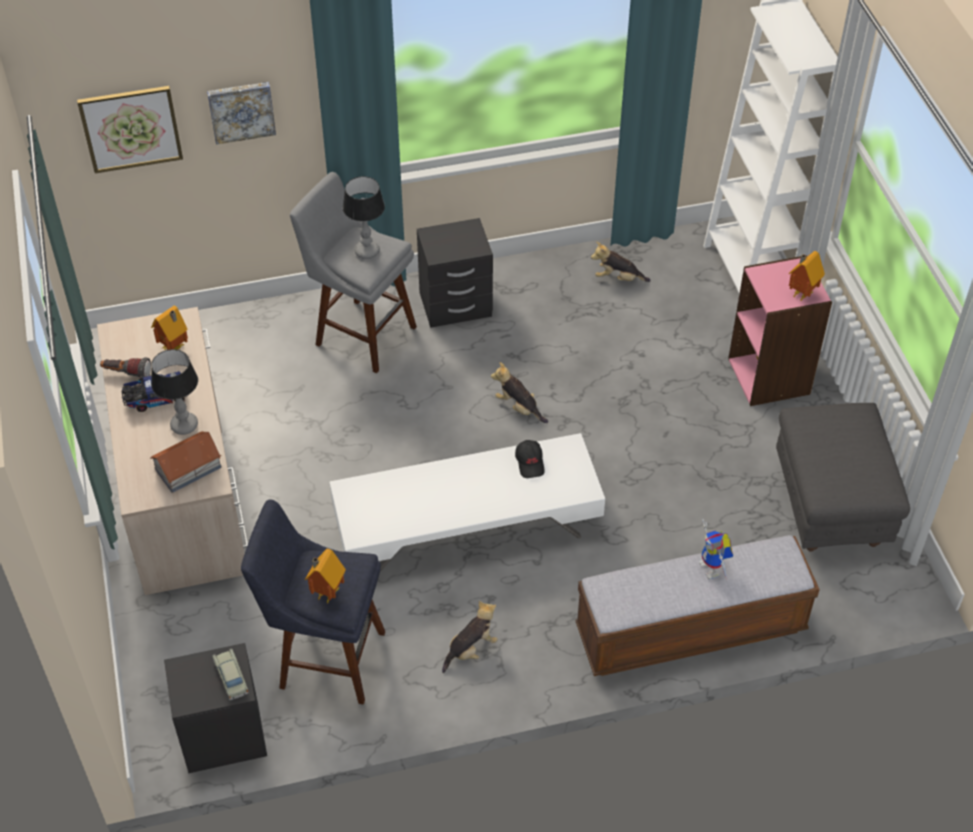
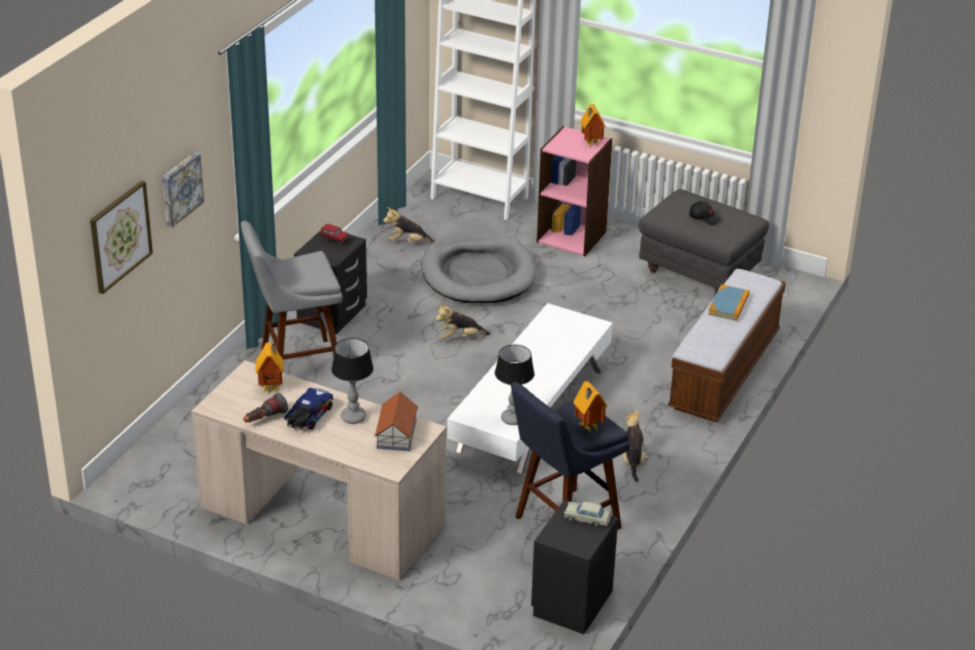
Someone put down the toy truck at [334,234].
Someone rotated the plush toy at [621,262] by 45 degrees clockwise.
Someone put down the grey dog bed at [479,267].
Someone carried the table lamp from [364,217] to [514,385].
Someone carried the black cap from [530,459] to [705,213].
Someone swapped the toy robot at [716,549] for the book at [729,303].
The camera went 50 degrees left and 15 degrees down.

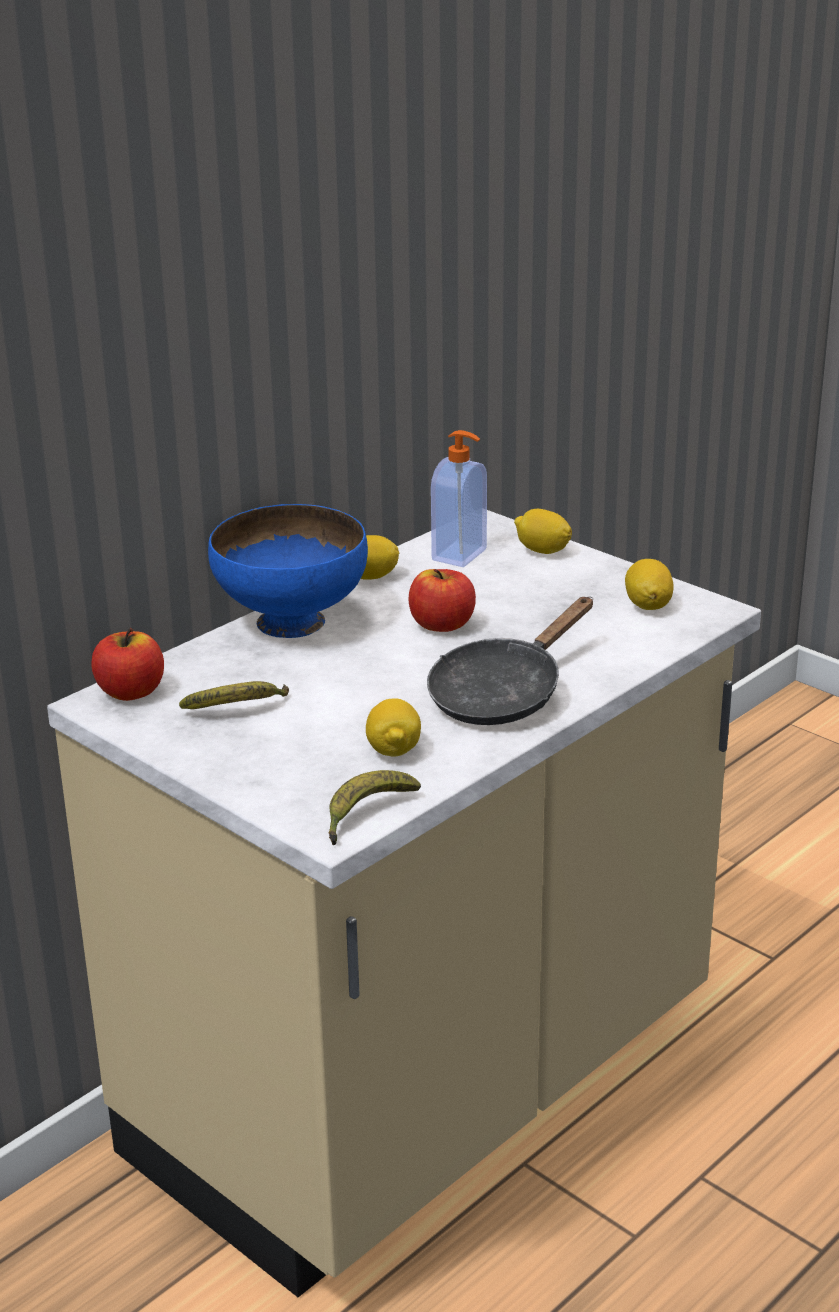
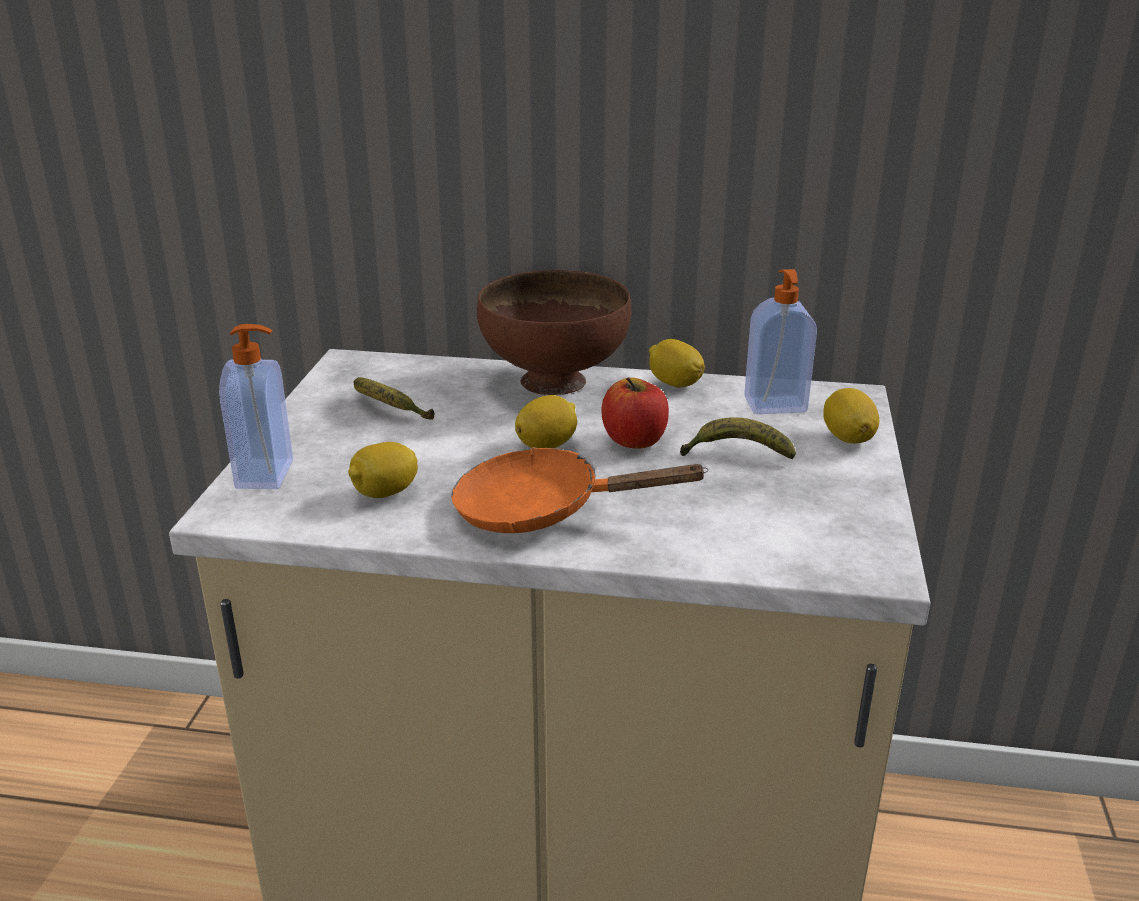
Someone put down the soap dispenser at [256,406].
Someone repainted the black frying pan at [510,661], which became the orange frying pan at [579,490].
Someone repainted the blue bowl at [288,571], which became the brown bowl at [554,332].
Someone carried the lemon from [649,584] to [546,421].
Someone carried the banana from [374,807] to [738,438].
Someone took away the apple at [127,664].
The camera went 55 degrees right and 0 degrees up.

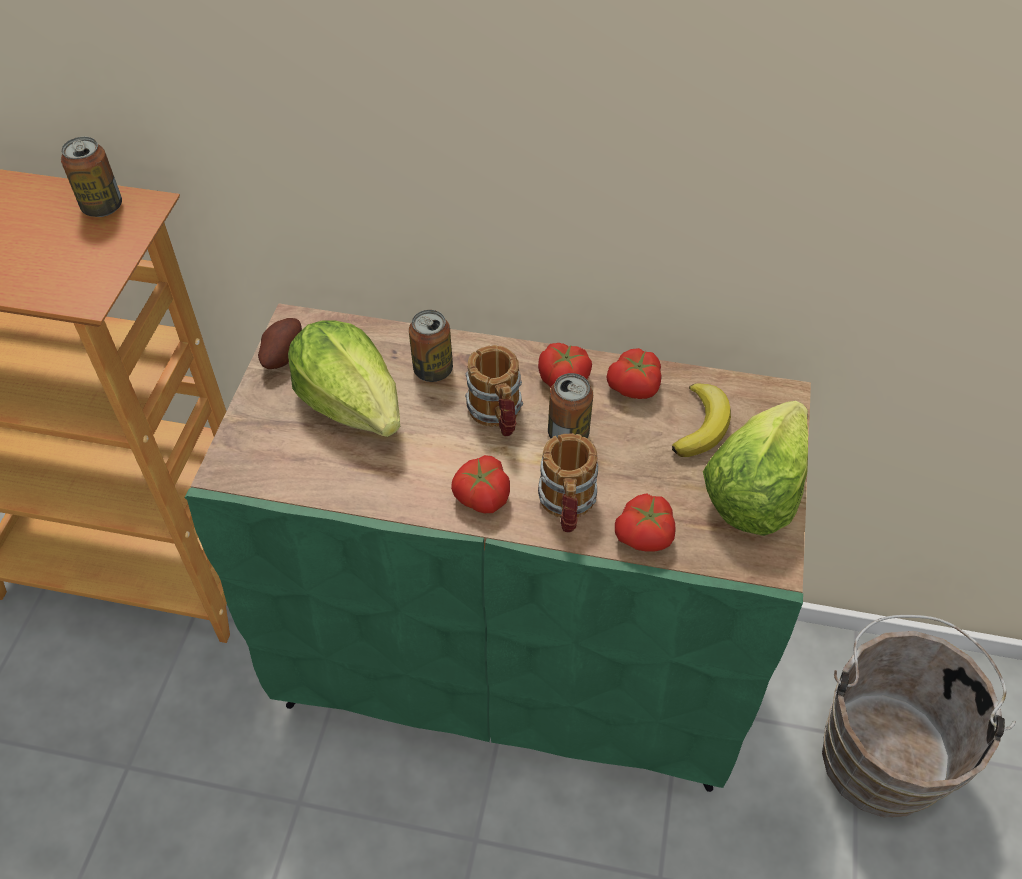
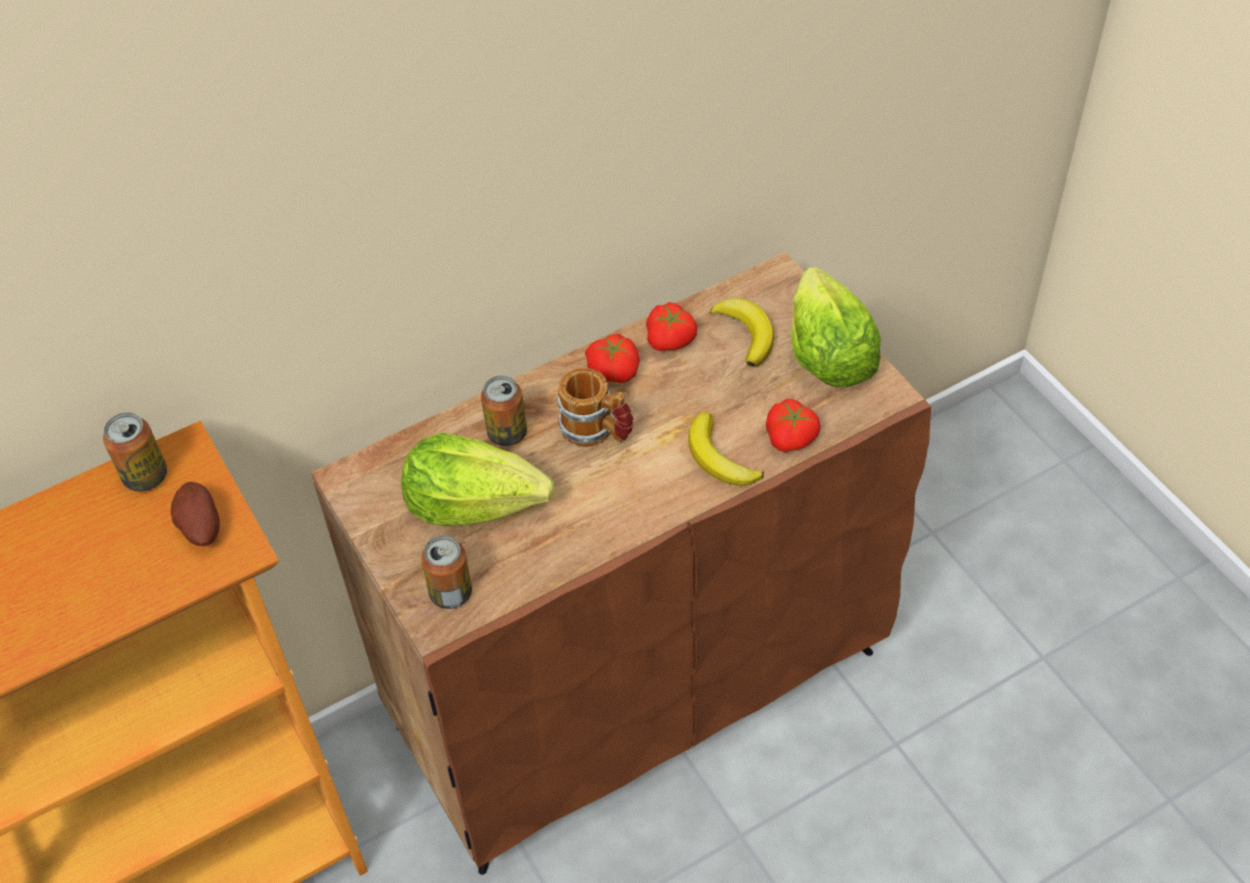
Someone carried the potato from [280,343] to [195,514].
Someone repainted the green cabinet at [498,547], which became the brown cabinet at [621,563].
Someone carried the can from [570,405] to [446,572].
Someone swapped the mug at [568,482] for the banana at [726,449].
Someone took away the tomato at [480,484].
Someone took away the brown bucket at [919,716].
The camera went 40 degrees left and 0 degrees up.

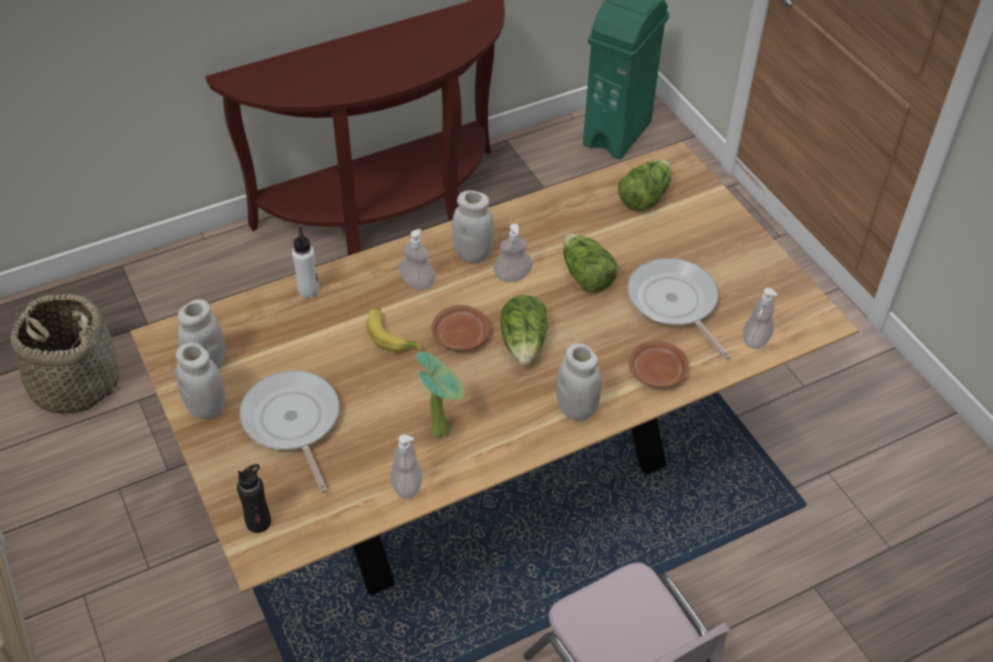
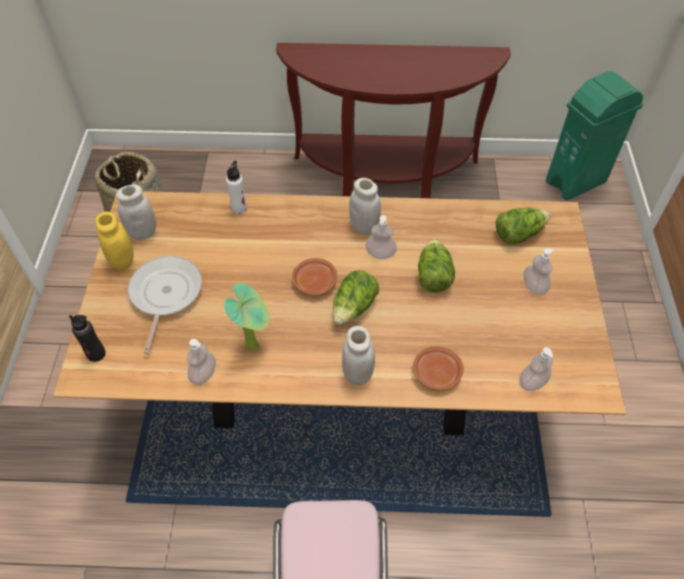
Someone repainted the white jar at [200,380], which became the yellow jar at [114,241].
Someone carried the soap dispenser from [417,259] to [539,272].
Someone took away the banana at [394,330].
Someone took away the frying pan at [679,309].
The camera went 30 degrees right and 5 degrees up.

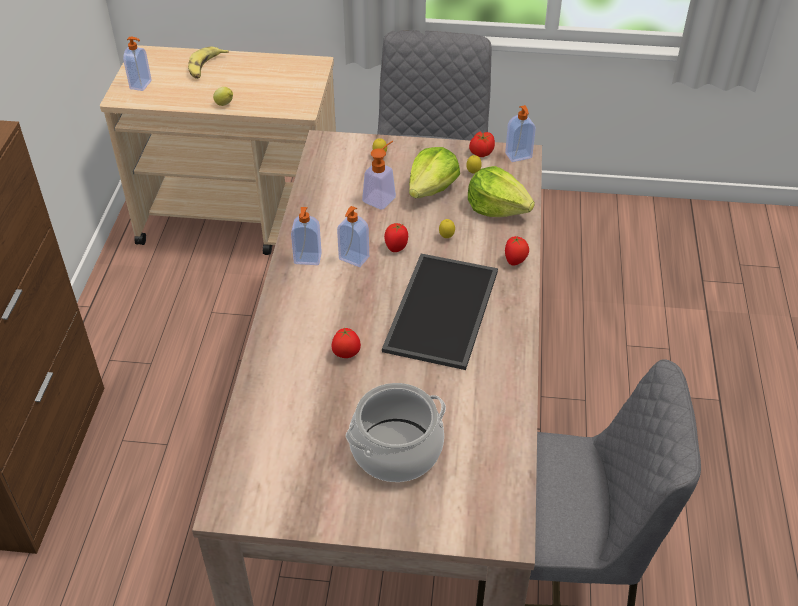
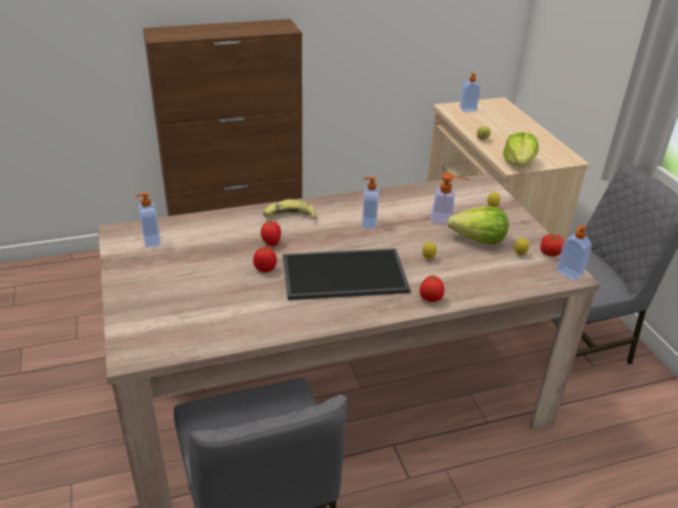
Someone carried the soap dispenser from [306,236] to [148,220].
Someone carried the tomato from [396,237] to [265,259].
Someone carried the banana from [208,62] to [289,209].
Someone carried the lettuce from [501,191] to [521,149].
Someone took away the cooking pot at [396,432].
The camera went 65 degrees right and 10 degrees down.

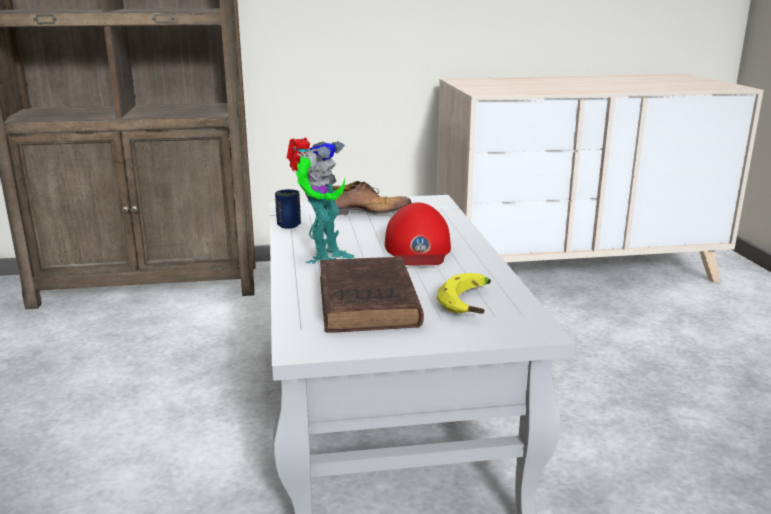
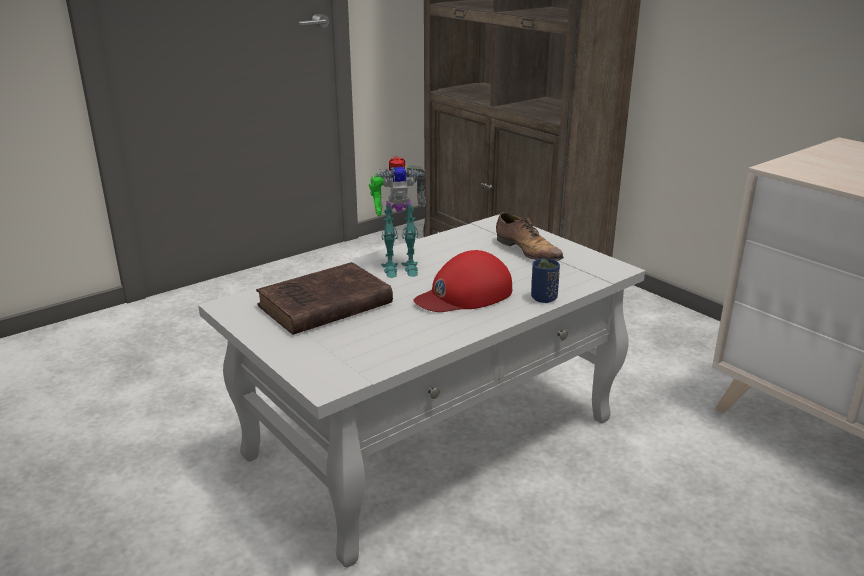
Someone carried the blue cup from [288,209] to [545,280].
Someone took away the banana at [464,293].
The camera went 60 degrees right and 5 degrees up.

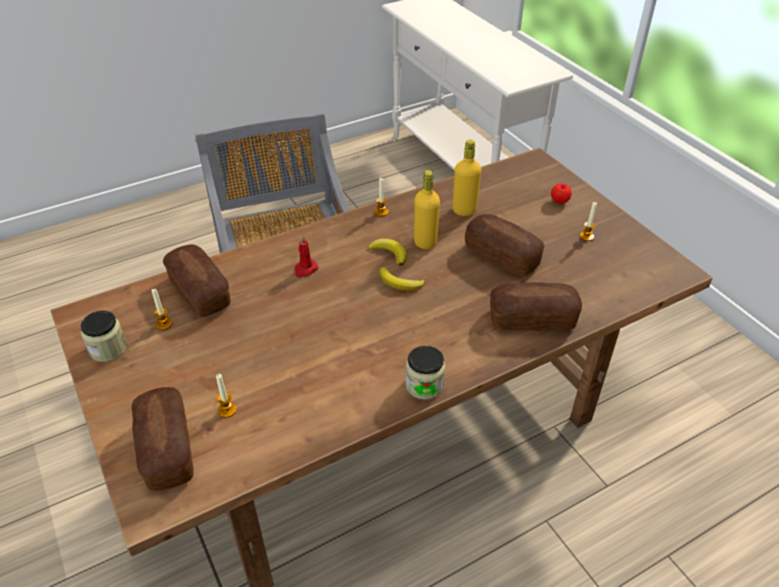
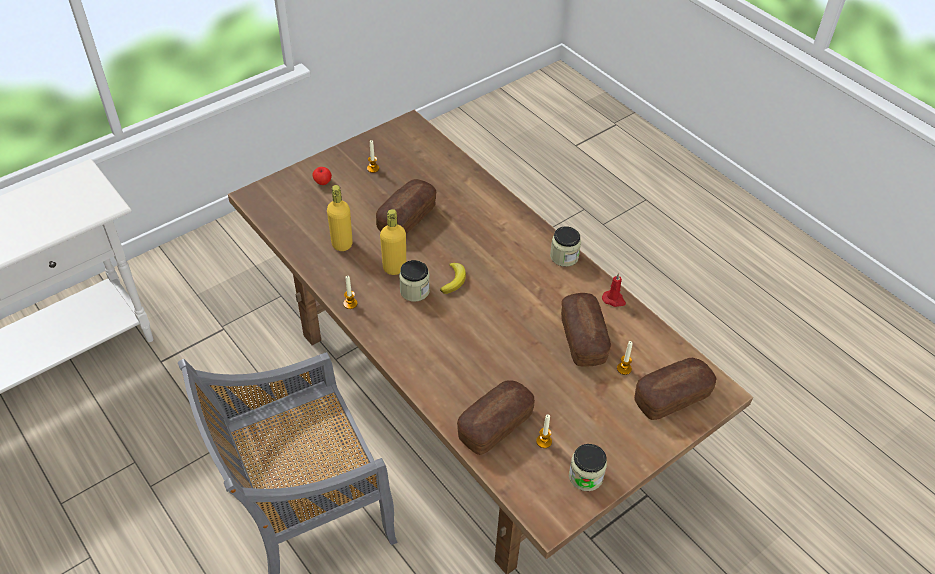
Someone swapped the banana at [387,252] for the jar at [414,281].
Someone carried the bread from [536,306] to [586,330].
Someone carried the red candle from [306,256] to [614,290].
The camera went 100 degrees left and 5 degrees up.

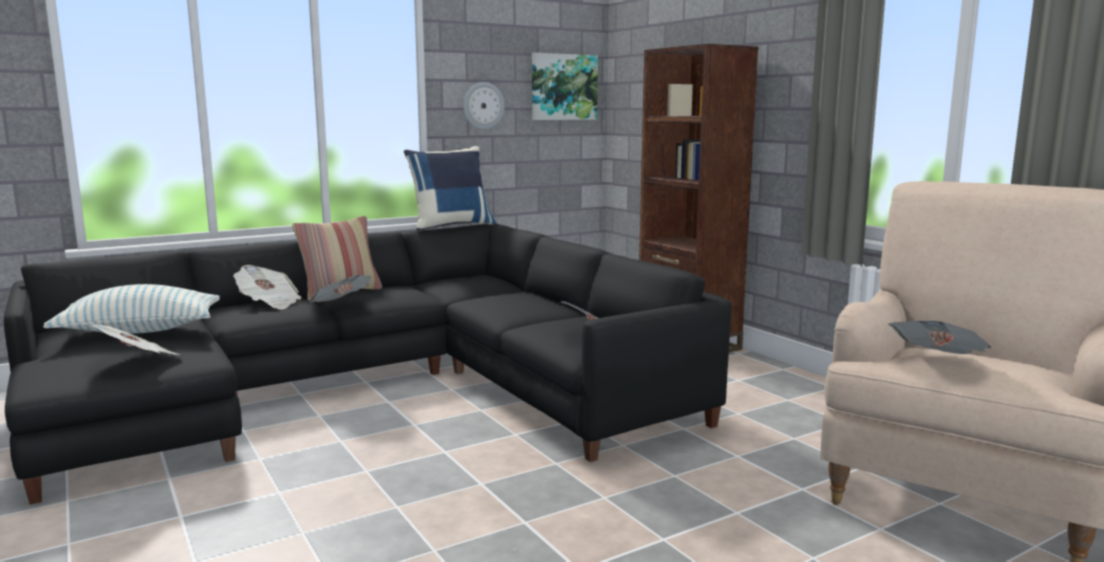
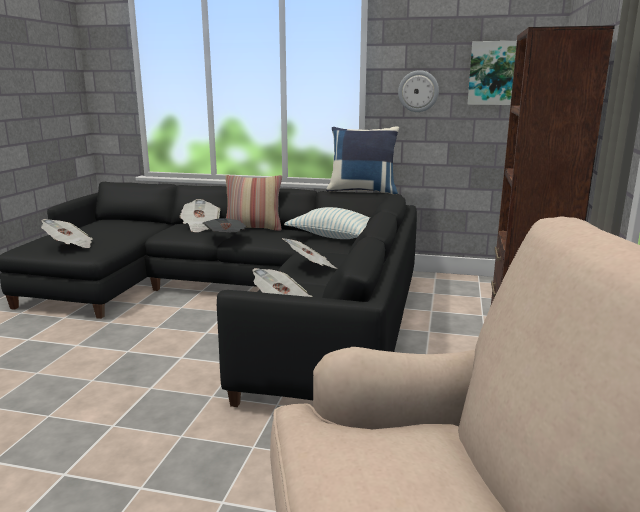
Someone carried the newspaper from [939,337] to [309,253].
Someone carried the pillow from [131,309] to [327,223].
The camera went 45 degrees right and 5 degrees up.

